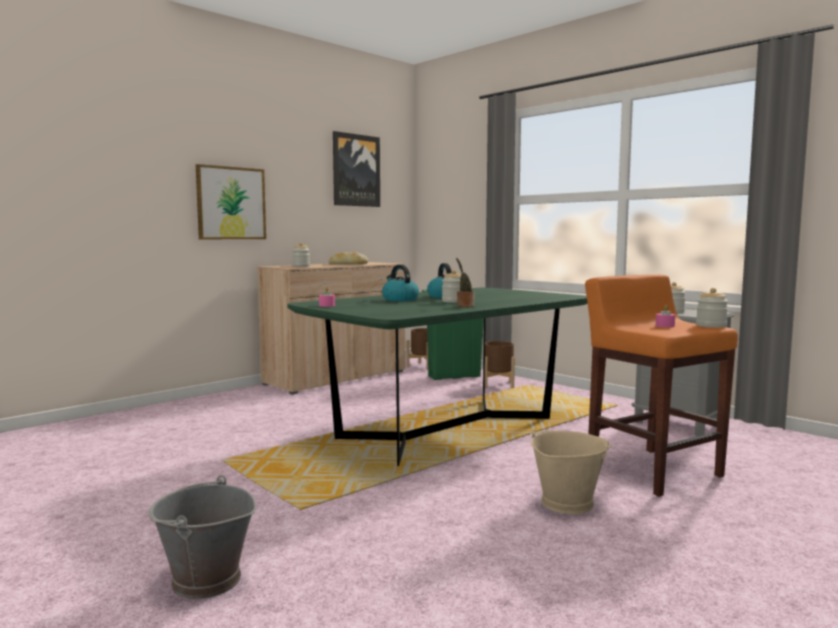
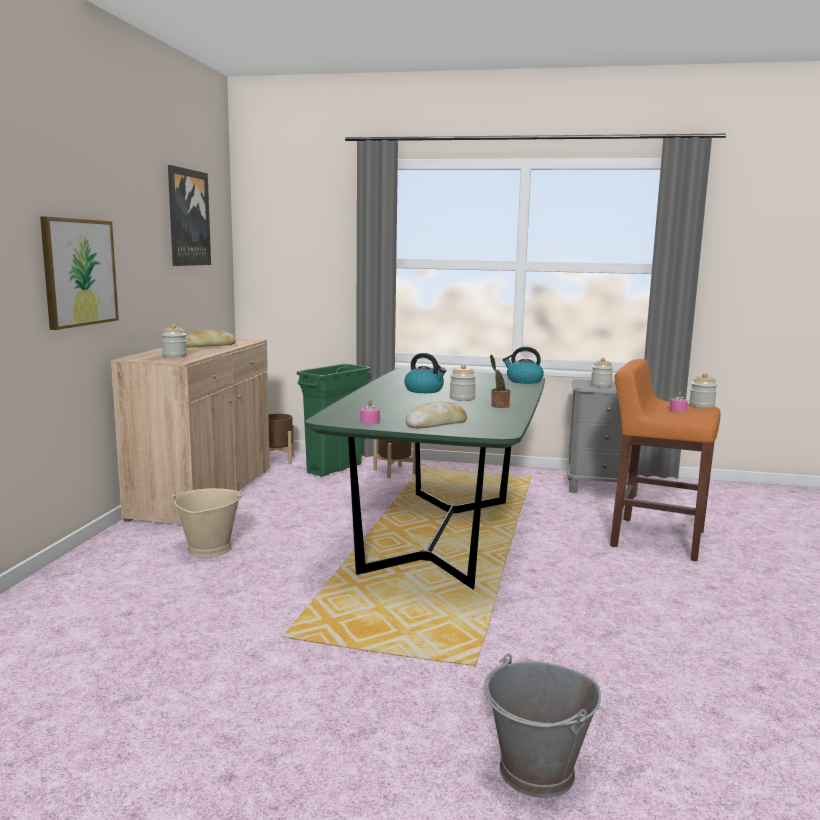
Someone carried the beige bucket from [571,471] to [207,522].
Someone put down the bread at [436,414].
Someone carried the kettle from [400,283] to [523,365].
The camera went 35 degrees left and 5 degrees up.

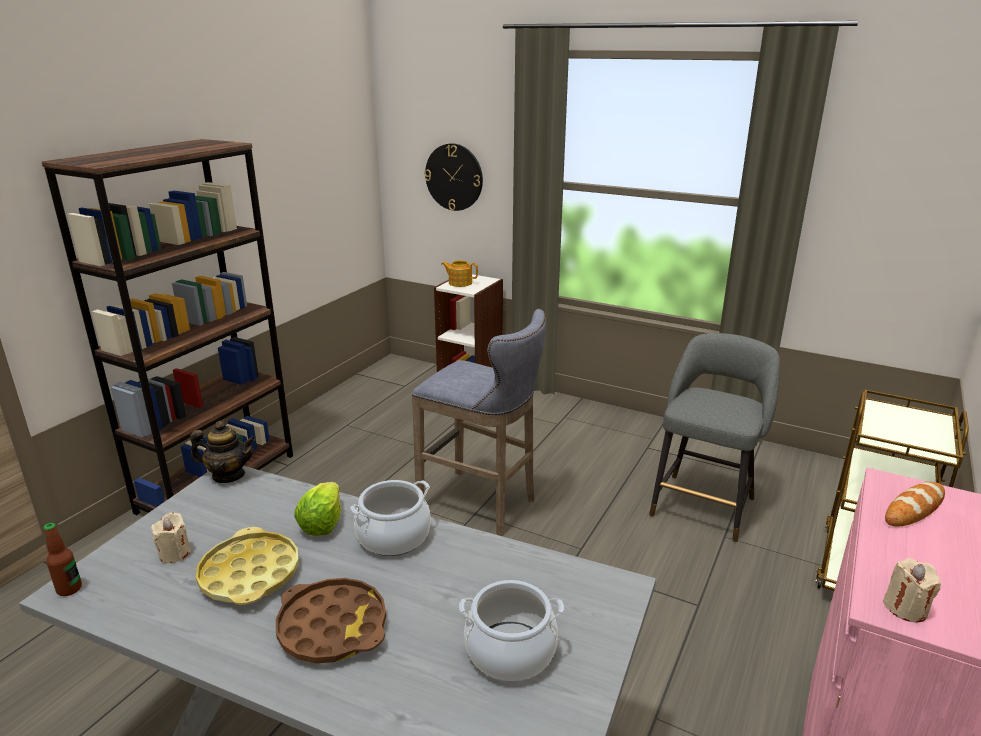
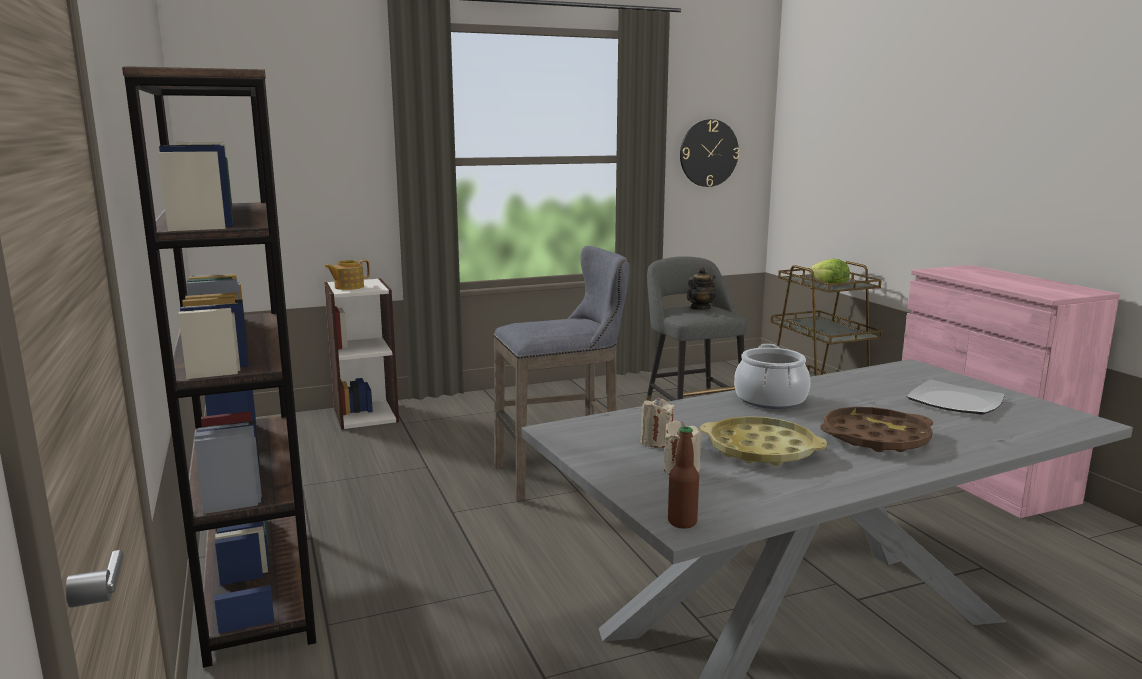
Someone carried the beige candle from [912,590] to [657,422].
Someone carried the wall clock from [453,177] to [709,153].
Someone carried the teapot from [223,452] to [701,288].
Someone carried the lettuce from [317,509] to [829,272].
Someone swapped the cooking pot at [511,630] for the plate at [955,397].
Someone took away the bread at [915,504].
The camera went 50 degrees left and 10 degrees down.

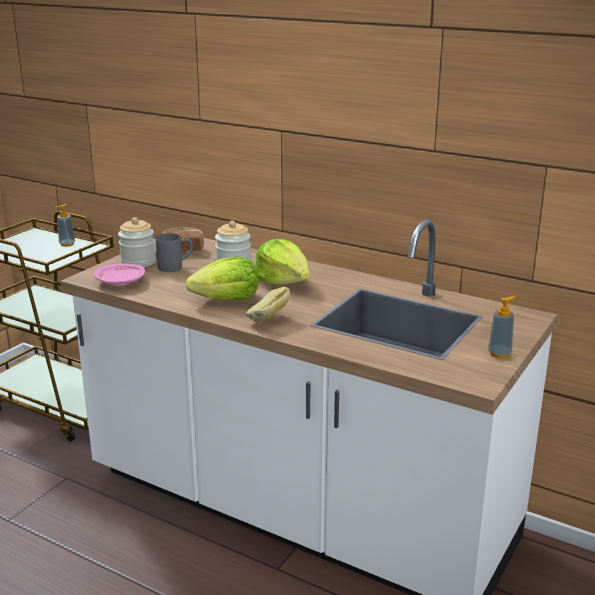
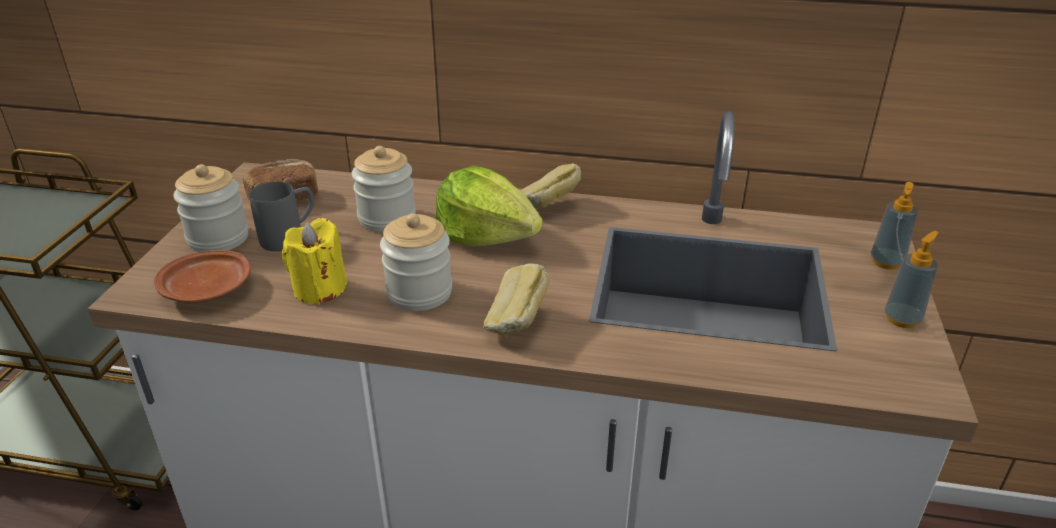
Someone repainted the pink plate at [119,275], which became the brown plate at [202,276].
Someone put down the yellow candle at [314,261].
Someone swapped the lettuce at [222,278] for the jar at [416,262].
Someone put down the bread at [550,186].
Someone carried the soap dispenser from [65,225] to [894,226].
The camera went 20 degrees left and 10 degrees up.

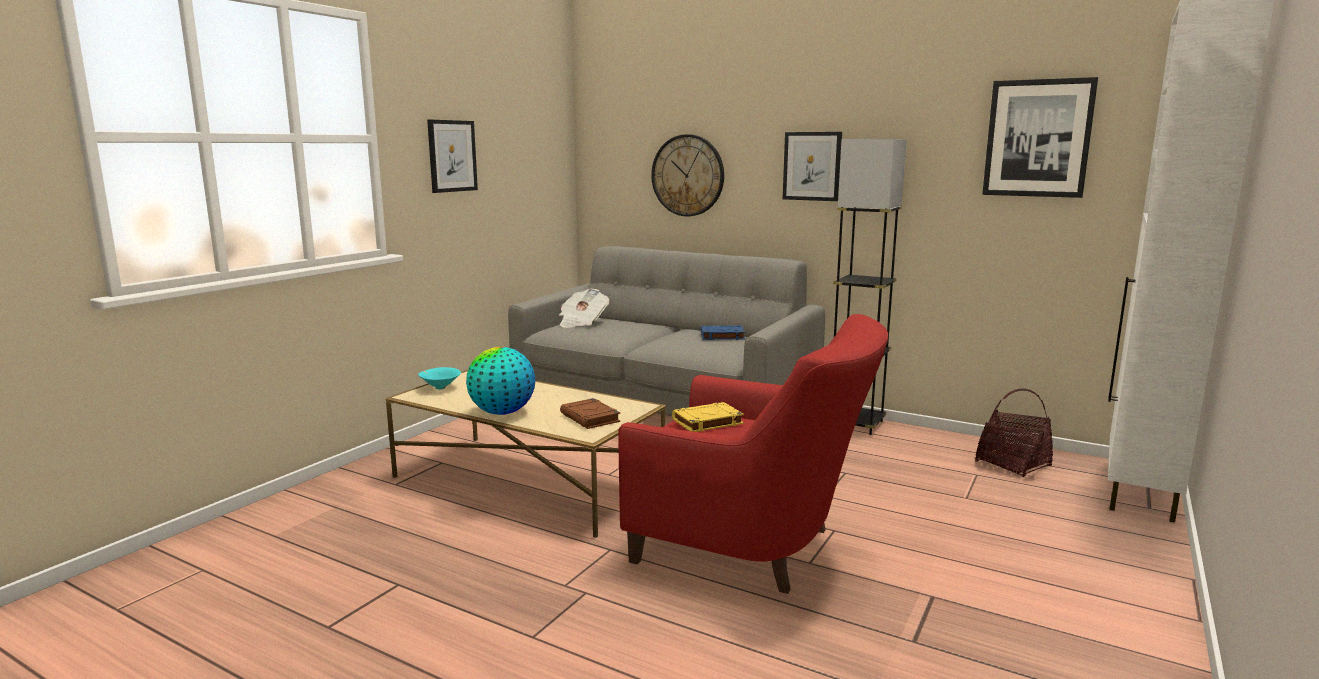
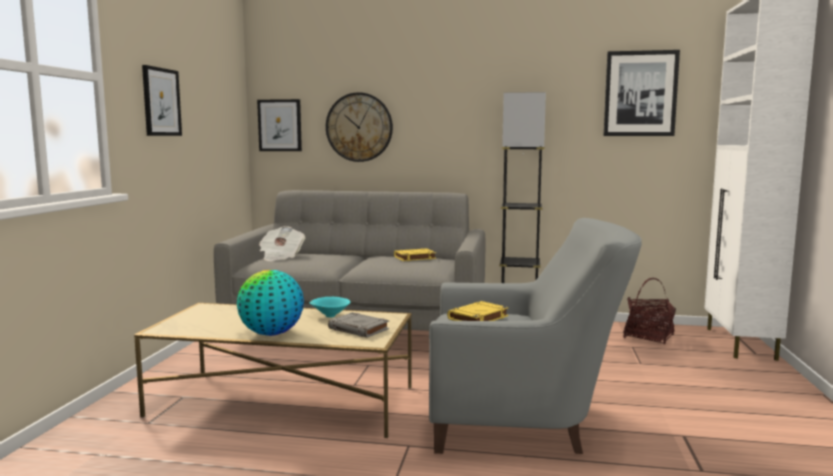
Someone carried the picture from [812,166] to [279,125].
Someone carried the turquoise bowl from [439,378] to [330,307].
Someone repainted the brown book at [590,413], which became the grey book at [358,325].
Someone repainted the blue book at [723,332], which became the yellow book at [415,254].
Someone repainted the red armchair at [753,454], which became the grey armchair at [535,336].
The camera went 20 degrees left and 5 degrees down.

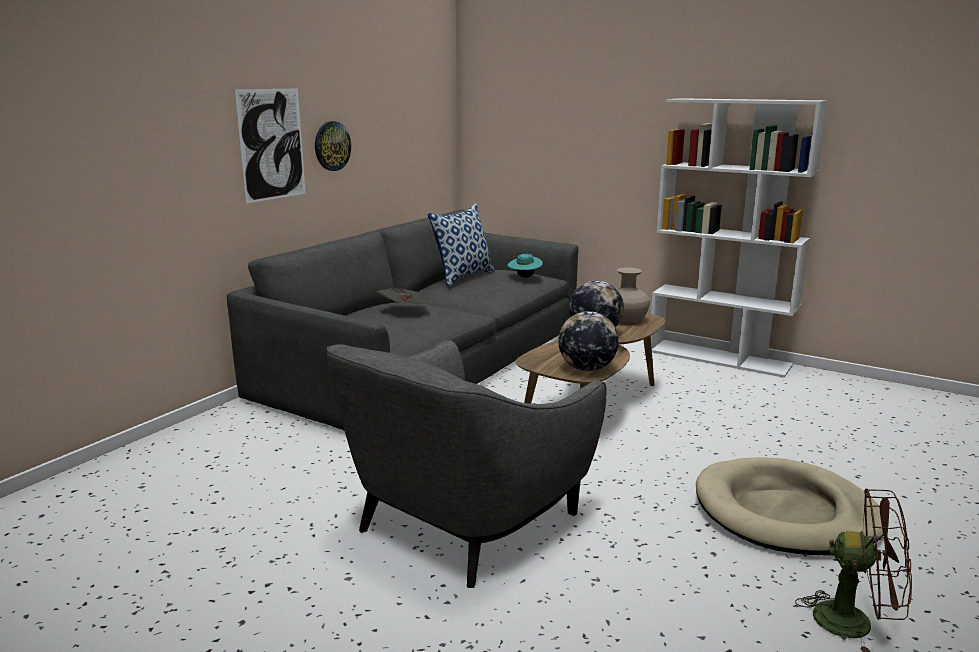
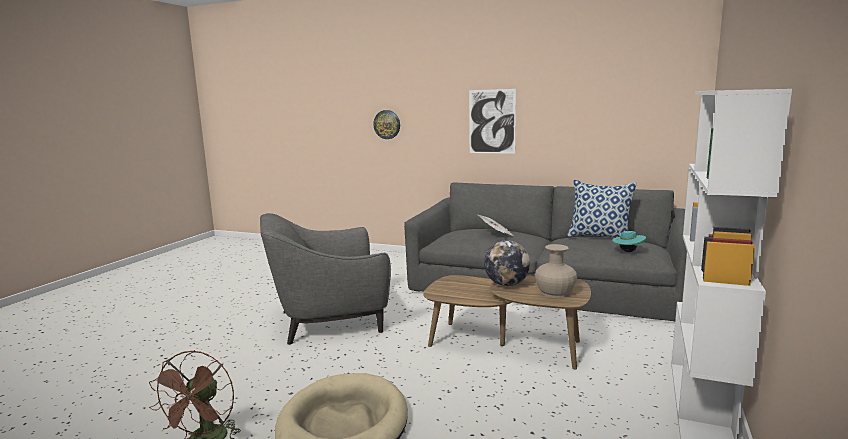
Someone rotated the grey armchair at [466,464] by 45 degrees counterclockwise.
Someone carried the wall clock from [333,146] to [386,124].
Someone took away the globe at [588,341].
The camera went 80 degrees right and 5 degrees down.

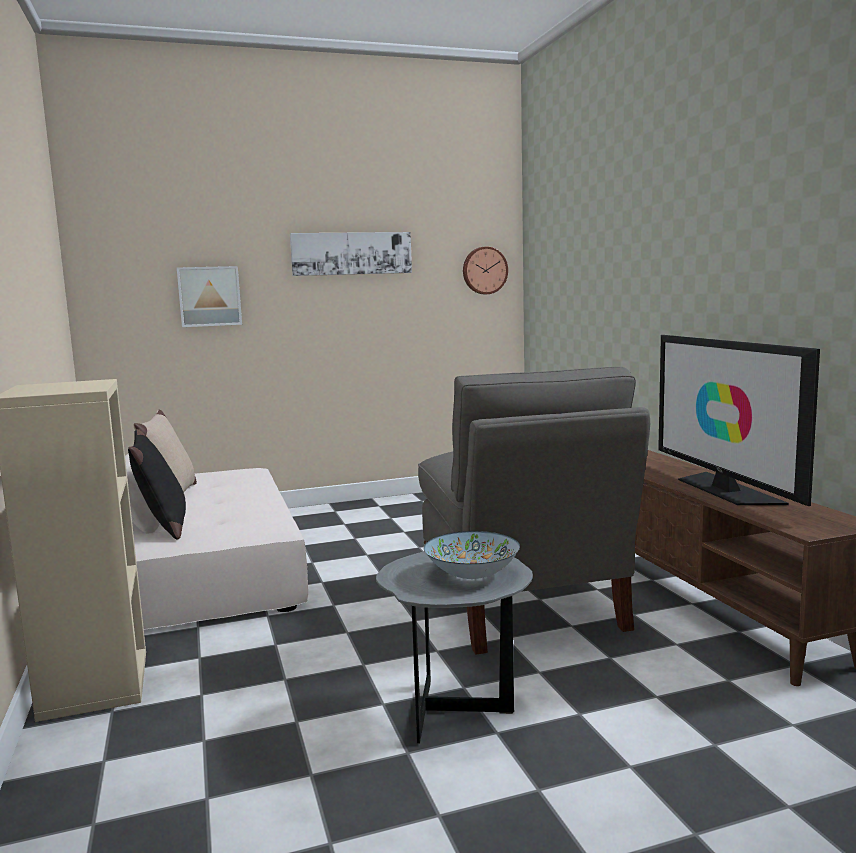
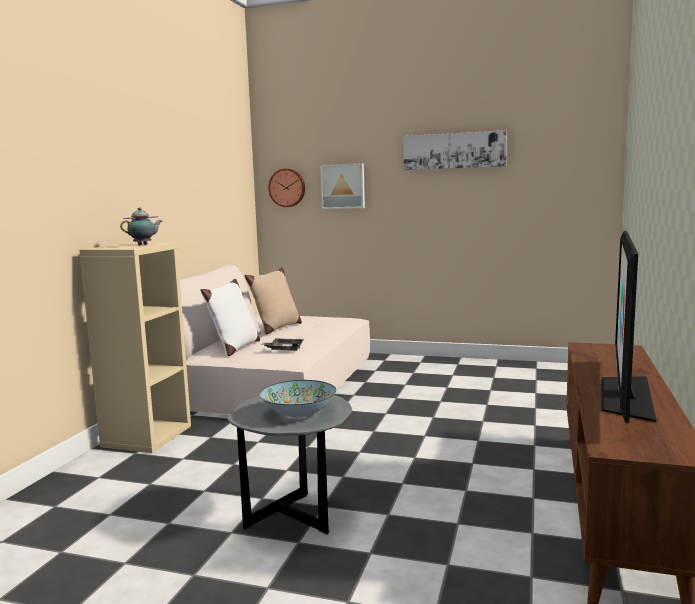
Someone put down the teapot at [141,226].
Someone repainted the black pillow at [157,484], which became the white pillow at [230,317].
Someone put down the grey tray at [282,344].
Someone carried the wall clock from [485,270] to [286,187].
Someone took away the grey armchair at [534,511].
The camera went 35 degrees right and 0 degrees up.

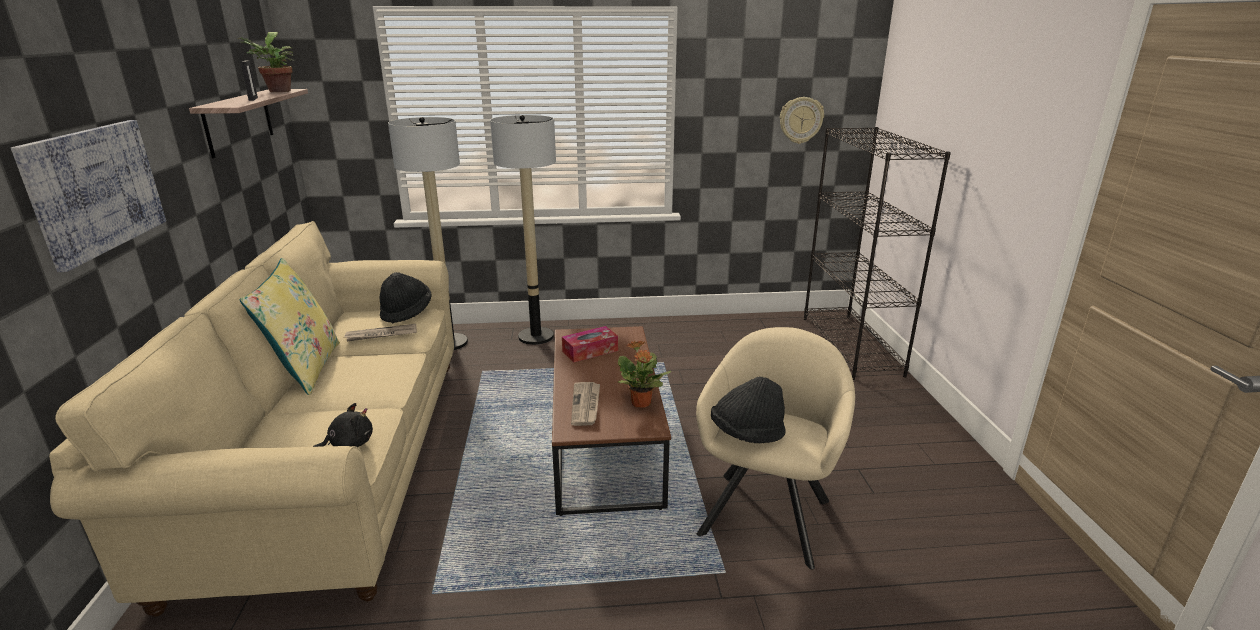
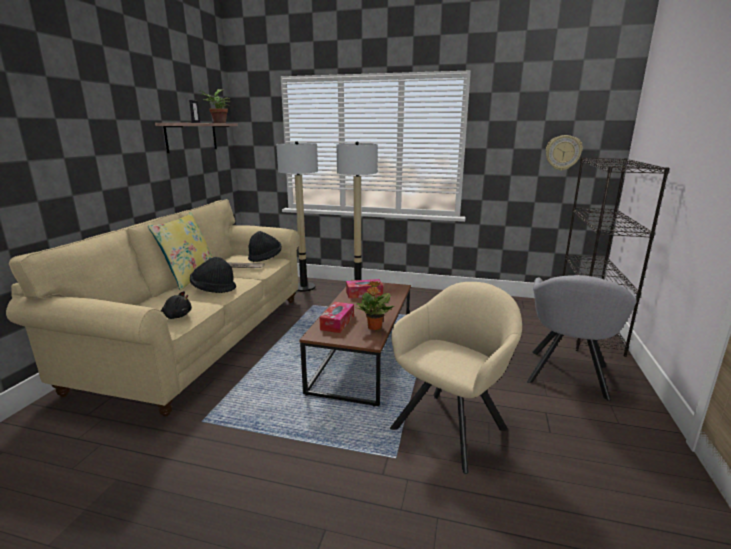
Someone carried the black hat from [748,410] to [213,275].
Someone swapped the newspaper at [585,404] for the tissue box at [336,317].
Someone put down the grey armchair at [582,338].
Someone took away the picture at [88,196].
The camera went 20 degrees right and 5 degrees down.

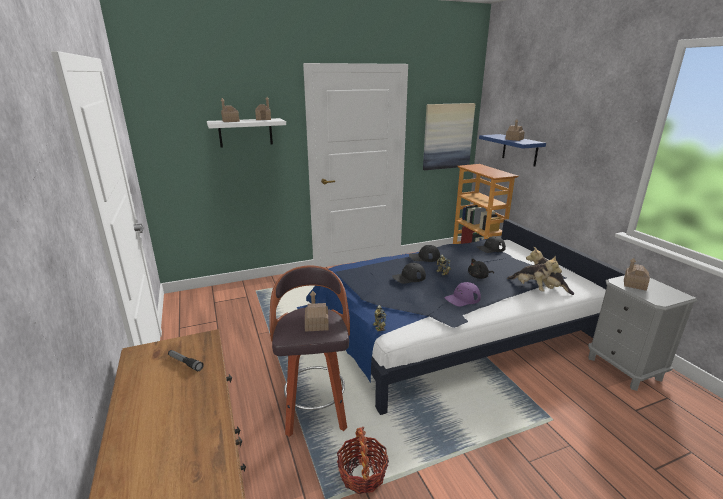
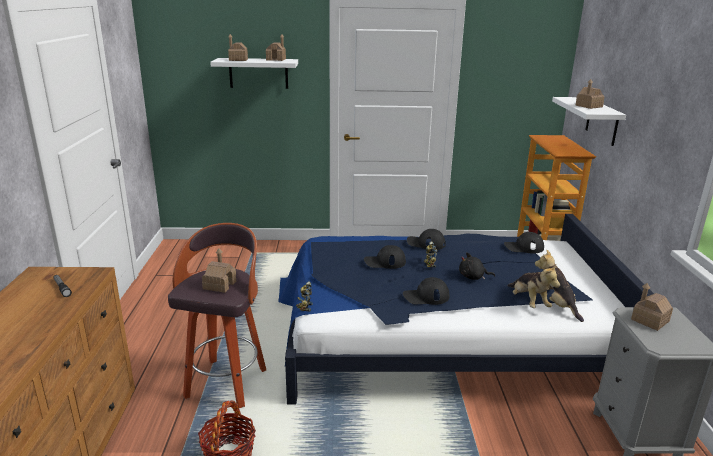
Someone repainted the purple cap at [462,294], which became the black cap at [426,291].
Someone repainted the blue shelf at [512,150], which became the white shelf at [589,121].
Someone took away the picture at [449,136].
The camera went 20 degrees right and 0 degrees up.

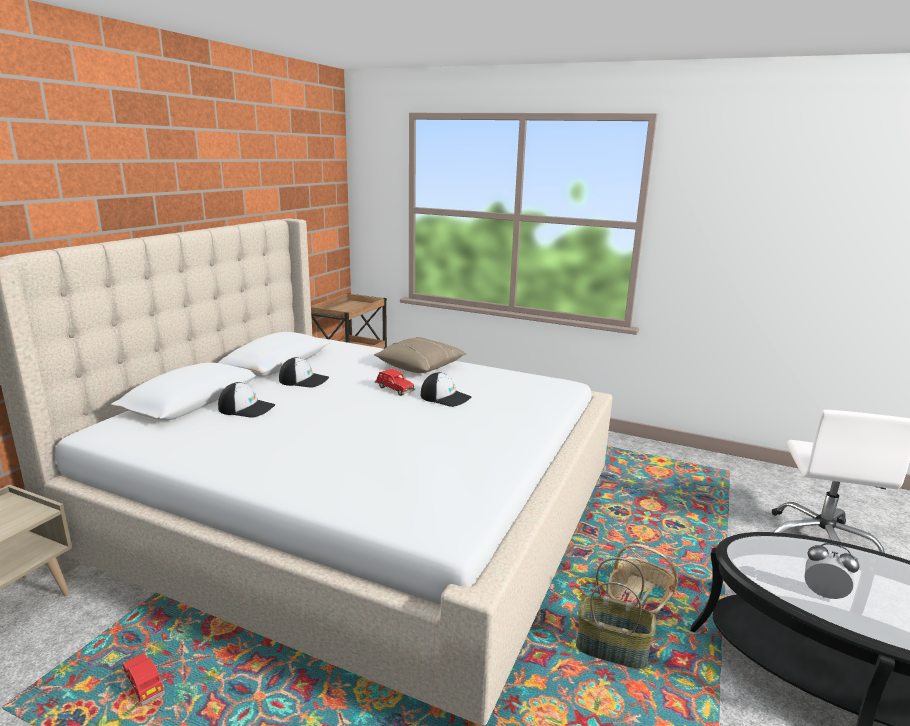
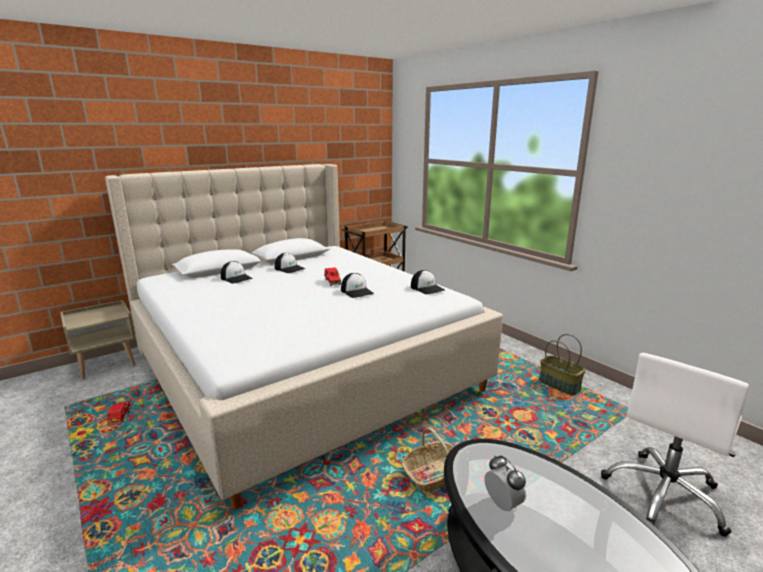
Someone put down the cap at [428,282].
Someone carried the basket from [616,613] to [562,364].
Someone took away the beige pillow at [420,355].
The camera went 30 degrees right and 0 degrees up.

